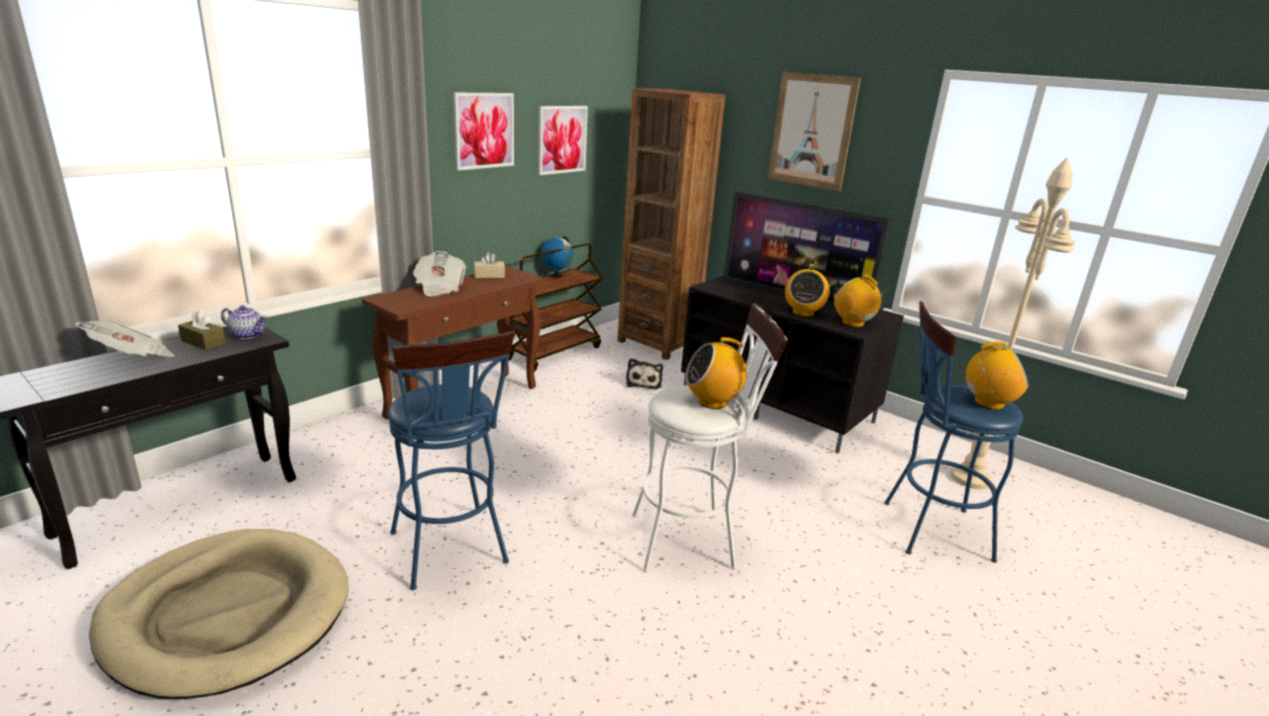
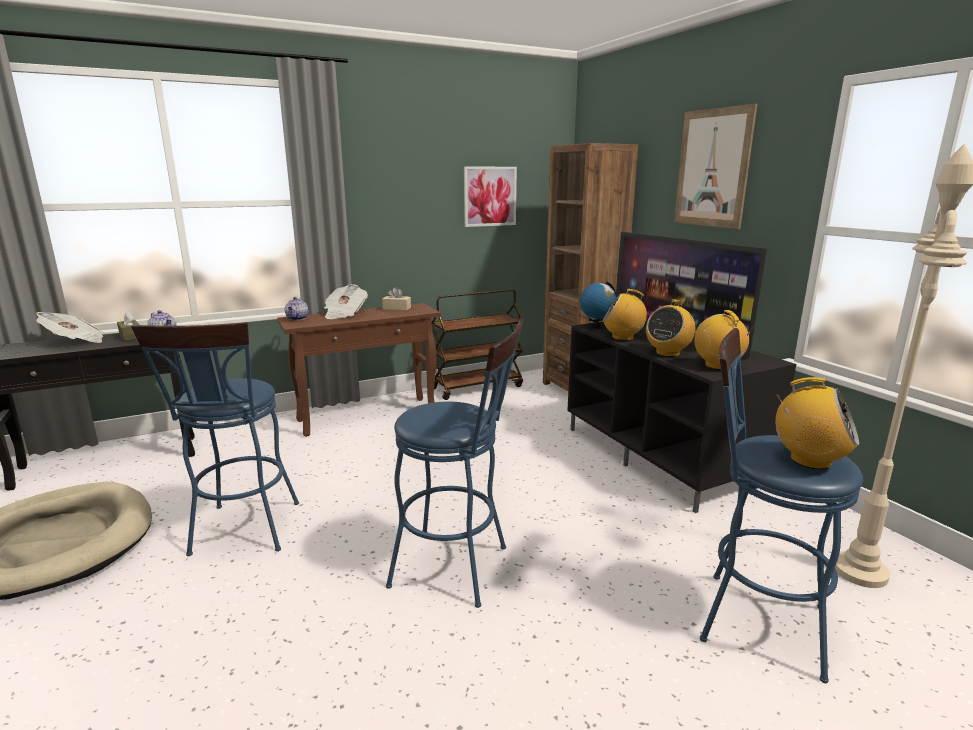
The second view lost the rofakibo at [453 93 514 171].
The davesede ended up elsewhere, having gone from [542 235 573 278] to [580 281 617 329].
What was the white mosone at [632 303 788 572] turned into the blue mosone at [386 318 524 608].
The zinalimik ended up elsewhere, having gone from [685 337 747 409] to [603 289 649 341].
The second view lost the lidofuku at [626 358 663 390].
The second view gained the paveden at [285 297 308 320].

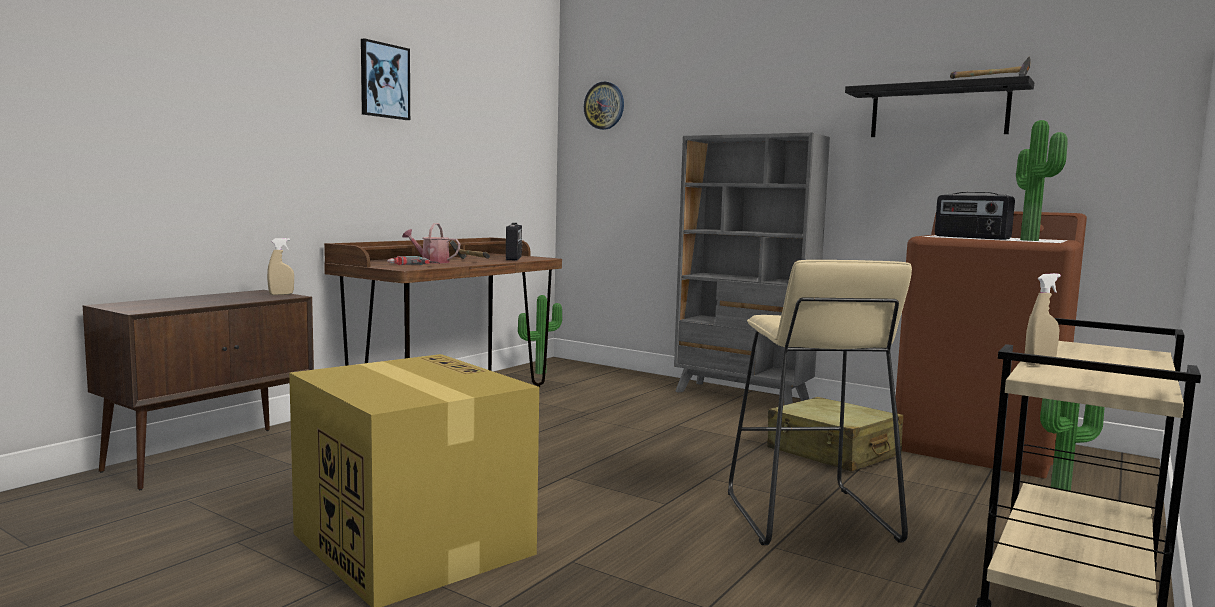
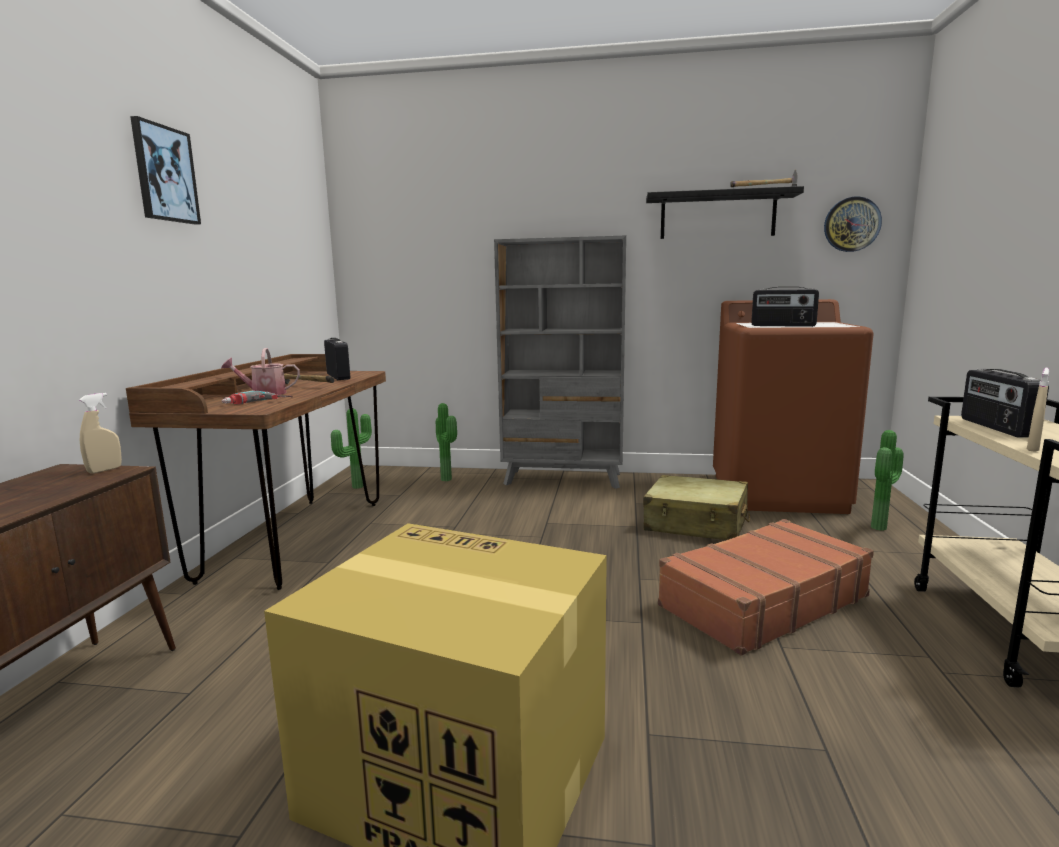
The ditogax ended up elsewhere, having gone from [584 82 624 130] to [824 196 882 252].
The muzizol ended up elsewhere, having gone from [1016 120 1068 241] to [436 403 457 481].
Where the beige mosone stood at [728 260 912 545], the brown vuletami came to stand at [658 519 874 655].
The second view gained the zinalimik at [961 369 1049 437].

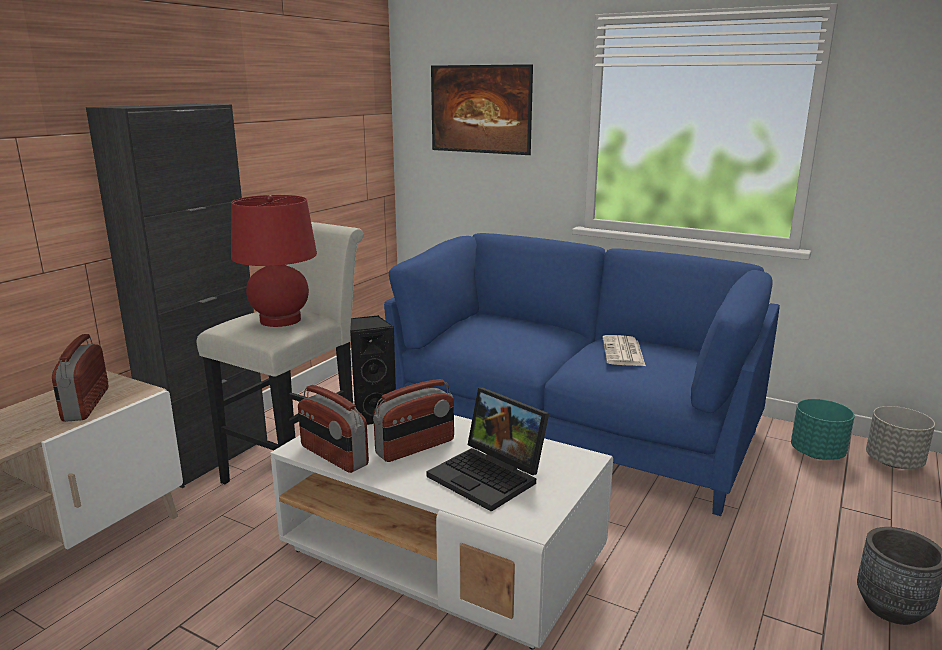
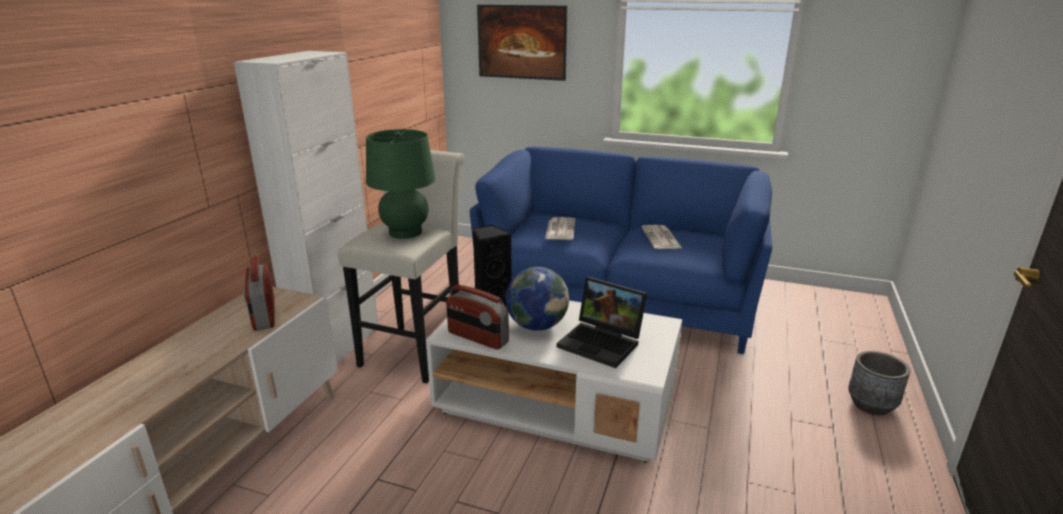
What was the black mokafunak at [86 104 267 488] turned into the white mokafunak at [234 51 378 363].
What was the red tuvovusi at [231 195 317 327] turned into the green tuvovusi at [366 129 435 239].
Where the zinalimik stood at [373 379 454 462], the davesede came to stand at [506 267 569 331].
The second view lost the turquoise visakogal at [791 399 855 460].
The second view lost the grey visakogal at [866 406 935 469].
The second view gained the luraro at [545 217 575 240].

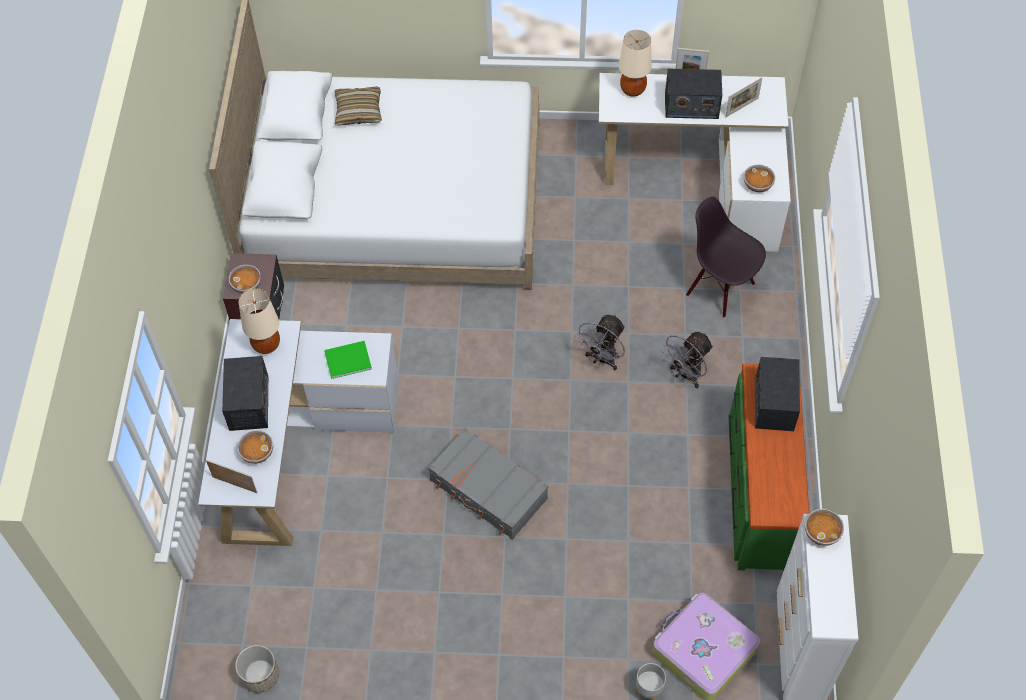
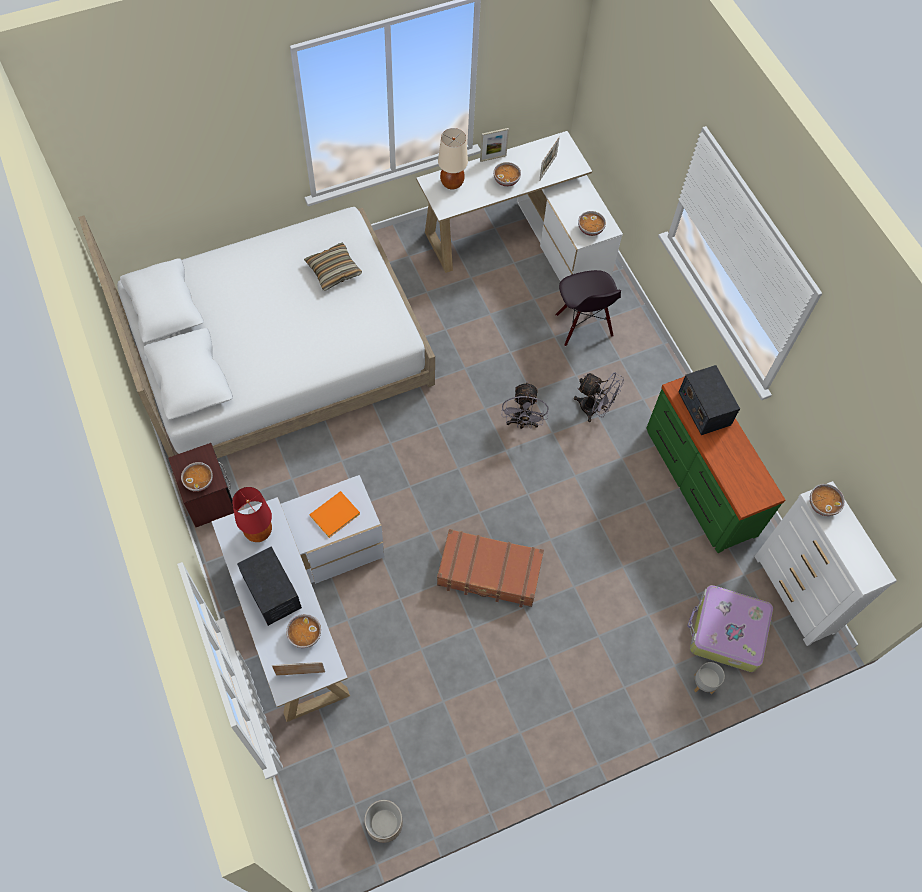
Where the zinalimik stood at [665 69 722 119], the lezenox came to stand at [494 162 521 187].
The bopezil ended up elsewhere, having gone from [334 87 382 126] to [304 243 362 291].
The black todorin at [686 197 766 318] ended up facing another way, 120 degrees counterclockwise from before.
What was the beige tuvovusi at [239 288 280 354] turned into the red tuvovusi at [232 487 272 542].
The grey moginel at [659 332 714 388] ended up facing another way, 75 degrees counterclockwise from before.
What was the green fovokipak at [324 341 372 379] turned into the orange fovokipak at [309 491 360 538].
What was the grey vuletami at [428 428 548 539] turned into the brown vuletami at [437 529 544 608].

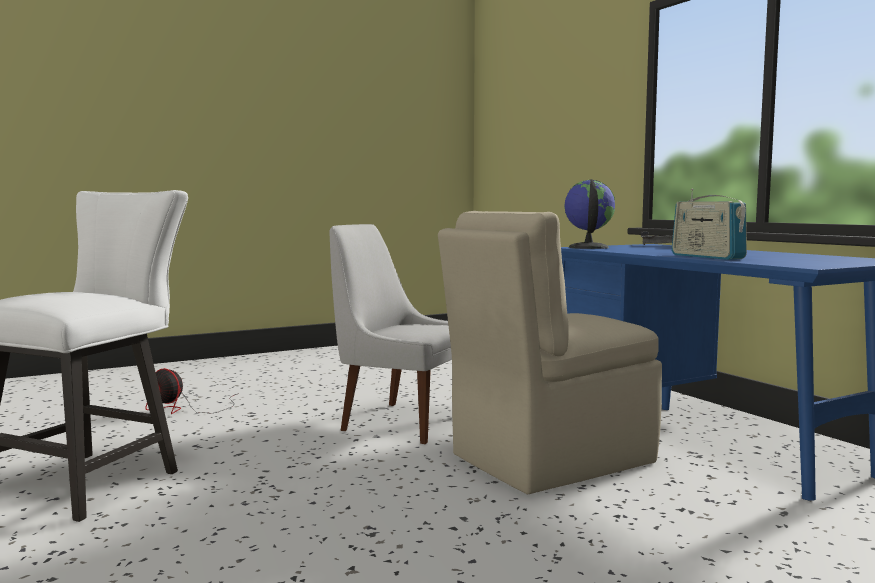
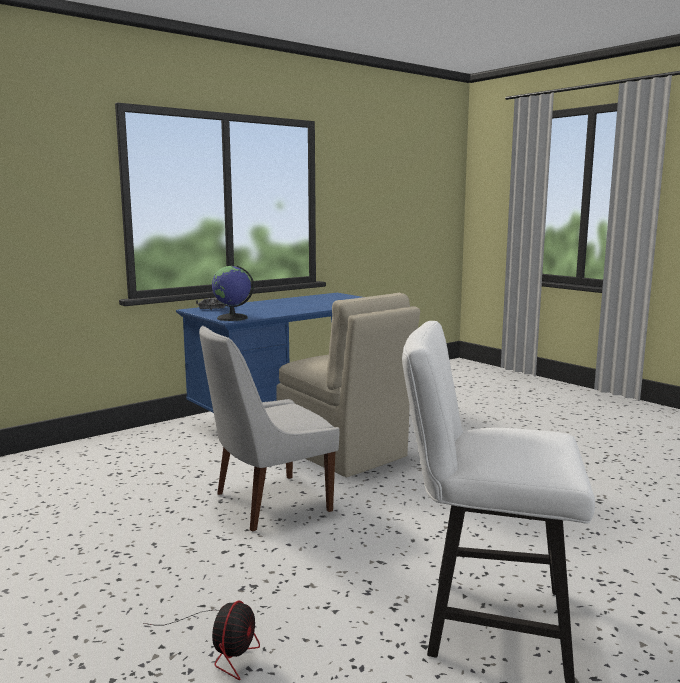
The second view lost the zinalimik at [672 189 747 260].
The white todorin at [329 224 452 444] ended up facing another way, 45 degrees clockwise from before.

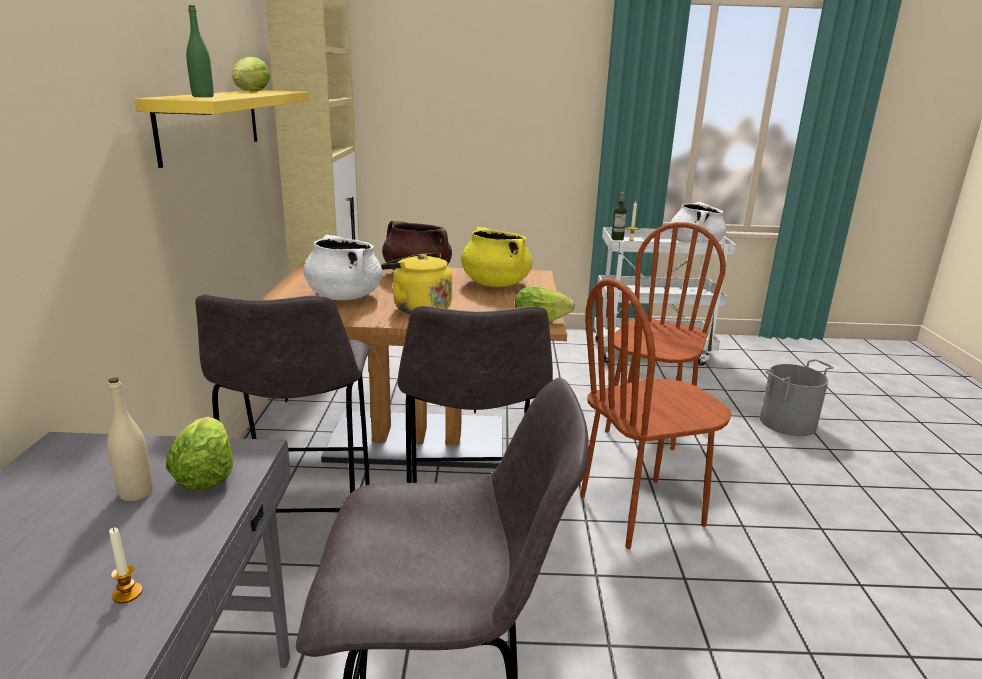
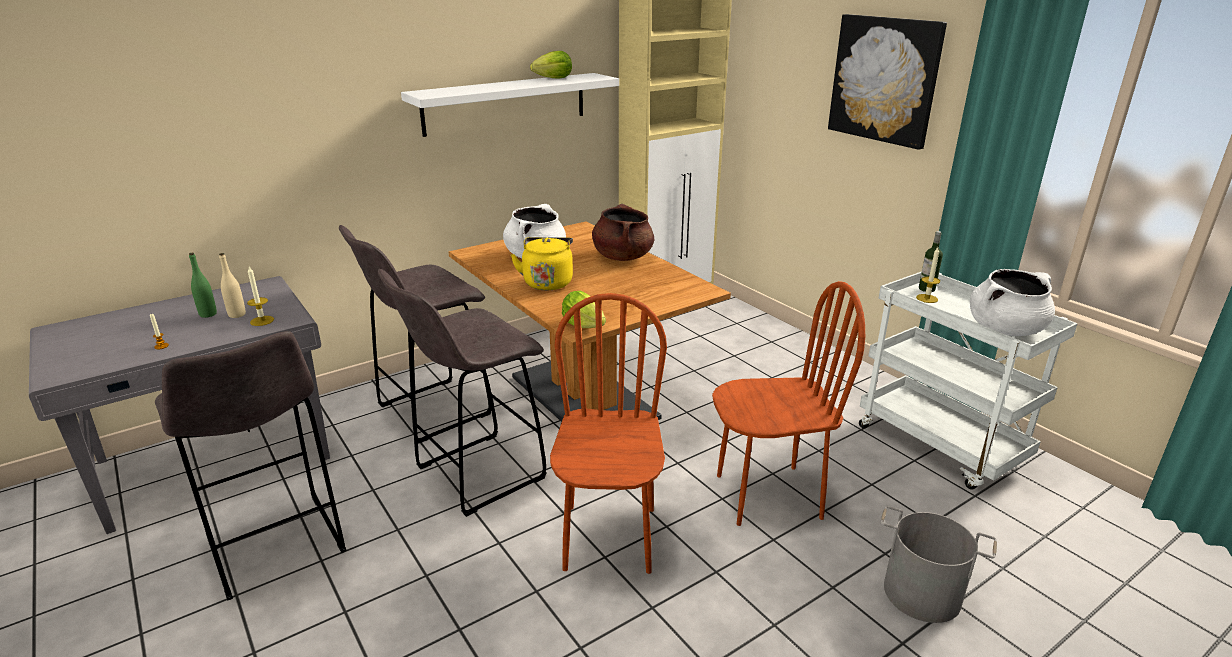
The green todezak ended up elsewhere, having gone from [186 5 214 97] to [189 253 217 318].
What was the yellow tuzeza at [135 90 310 168] turned into the white tuzeza at [401 73 619 137].
The second view lost the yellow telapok at [461 227 532 287].
The brown todorin at [580 278 732 549] ended up facing another way, 60 degrees clockwise from before.
Where the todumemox stood at [166 417 233 491], the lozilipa came to stand at [247 267 274 326].
The second view gained the rofakibo at [828 14 947 150].

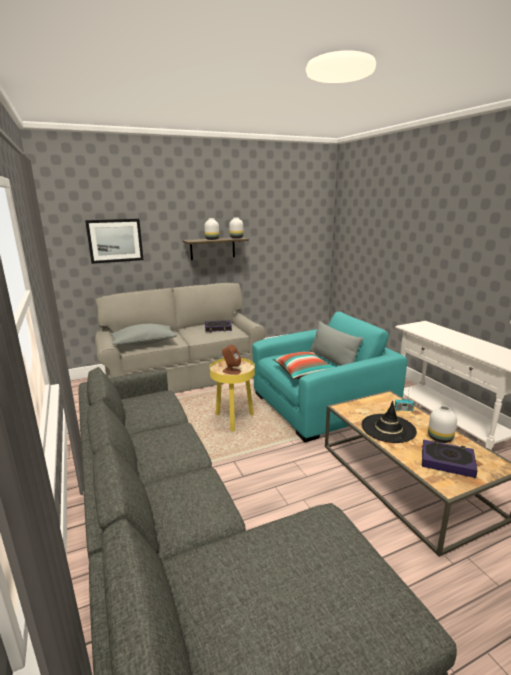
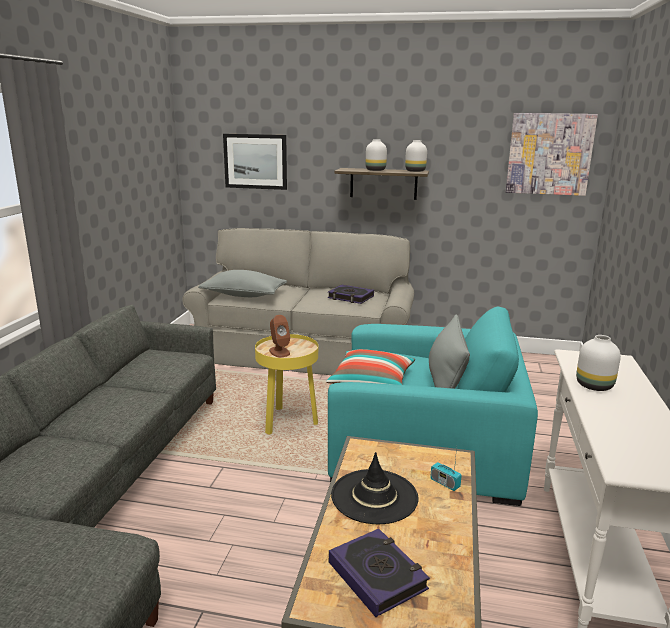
The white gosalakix ended up elsewhere, having gone from [428 406 457 443] to [576 335 621 391].
The second view gained the rofakibo at [506 113 598 196].

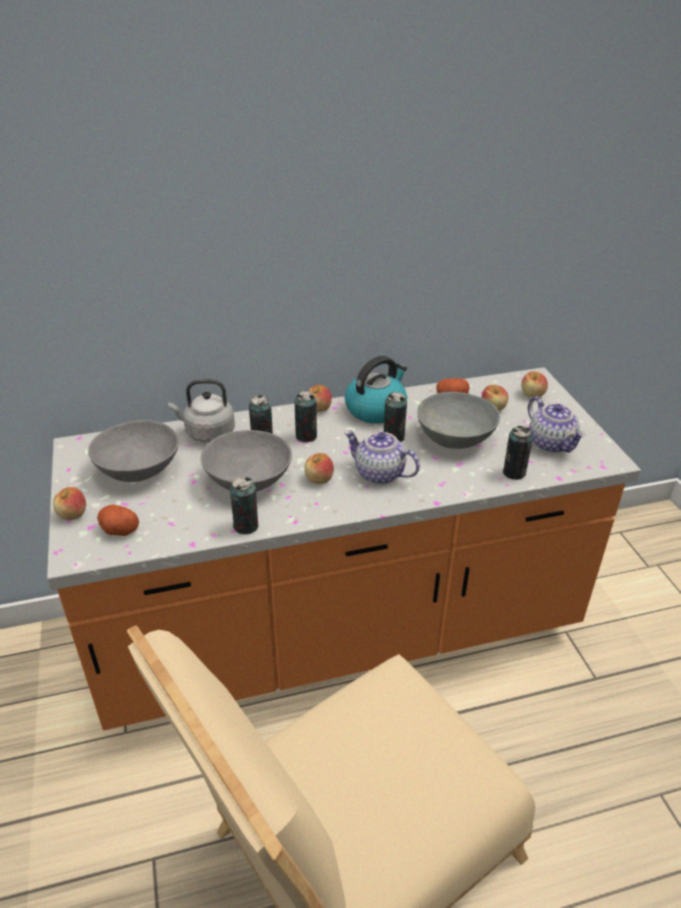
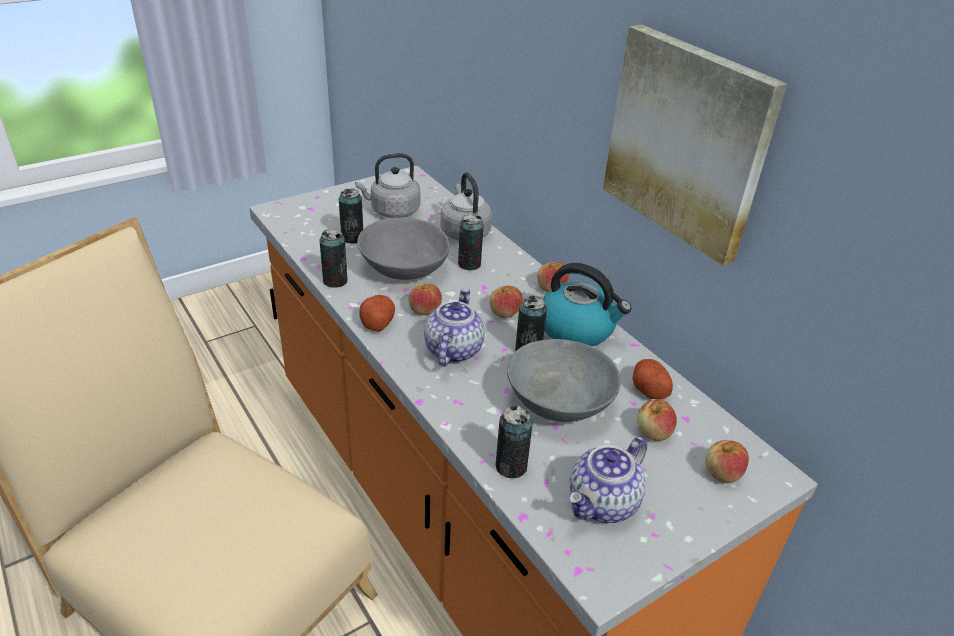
The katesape ended up elsewhere, having gone from [295 391 317 442] to [339 189 363 244].
Where the grey lezenox stood at [88 420 179 482], the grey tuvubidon came to stand at [355 153 420 218].
The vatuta ended up elsewhere, having gone from [53 487 86 520] to [490 286 523 318].
The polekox ended up elsewhere, having gone from [97 505 139 536] to [359 295 395 332].
The second view gained the rofakibo at [603 24 787 266].

